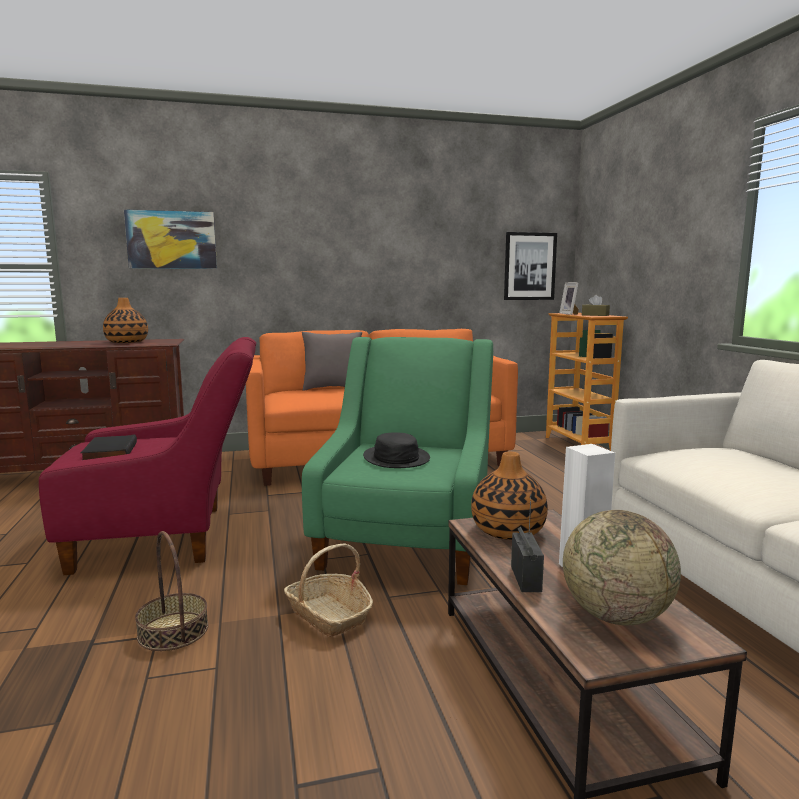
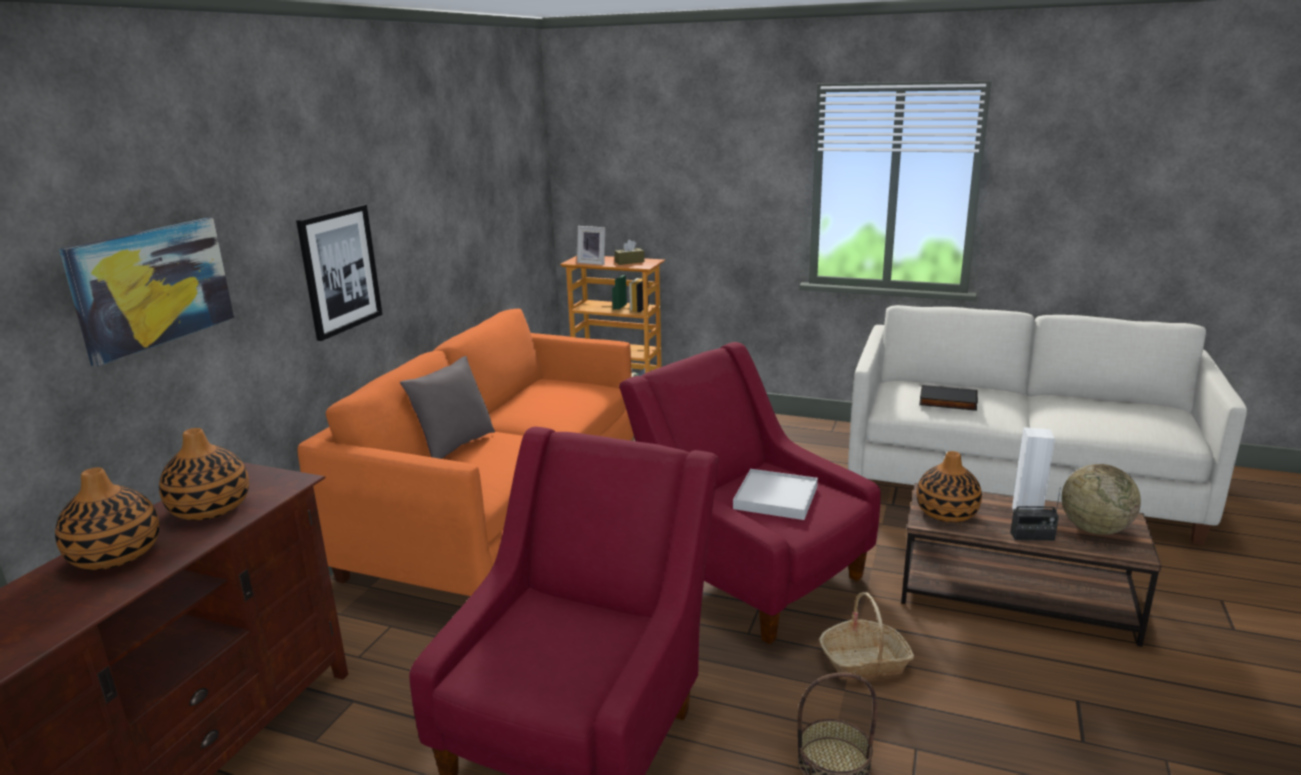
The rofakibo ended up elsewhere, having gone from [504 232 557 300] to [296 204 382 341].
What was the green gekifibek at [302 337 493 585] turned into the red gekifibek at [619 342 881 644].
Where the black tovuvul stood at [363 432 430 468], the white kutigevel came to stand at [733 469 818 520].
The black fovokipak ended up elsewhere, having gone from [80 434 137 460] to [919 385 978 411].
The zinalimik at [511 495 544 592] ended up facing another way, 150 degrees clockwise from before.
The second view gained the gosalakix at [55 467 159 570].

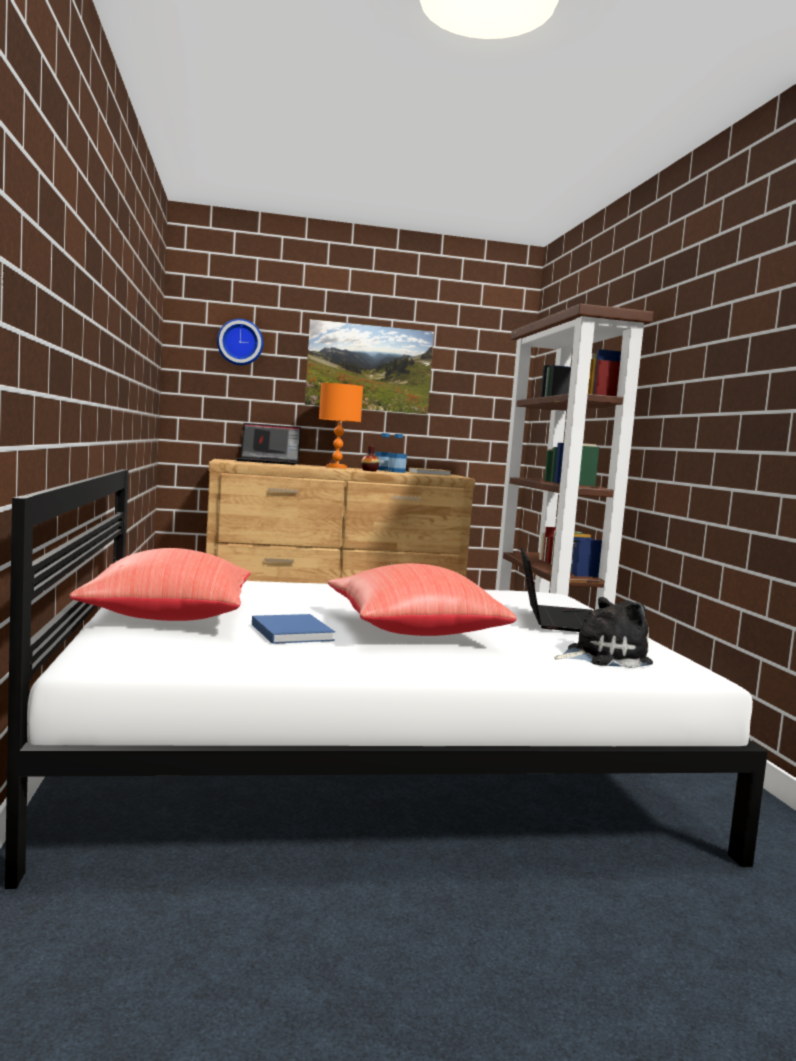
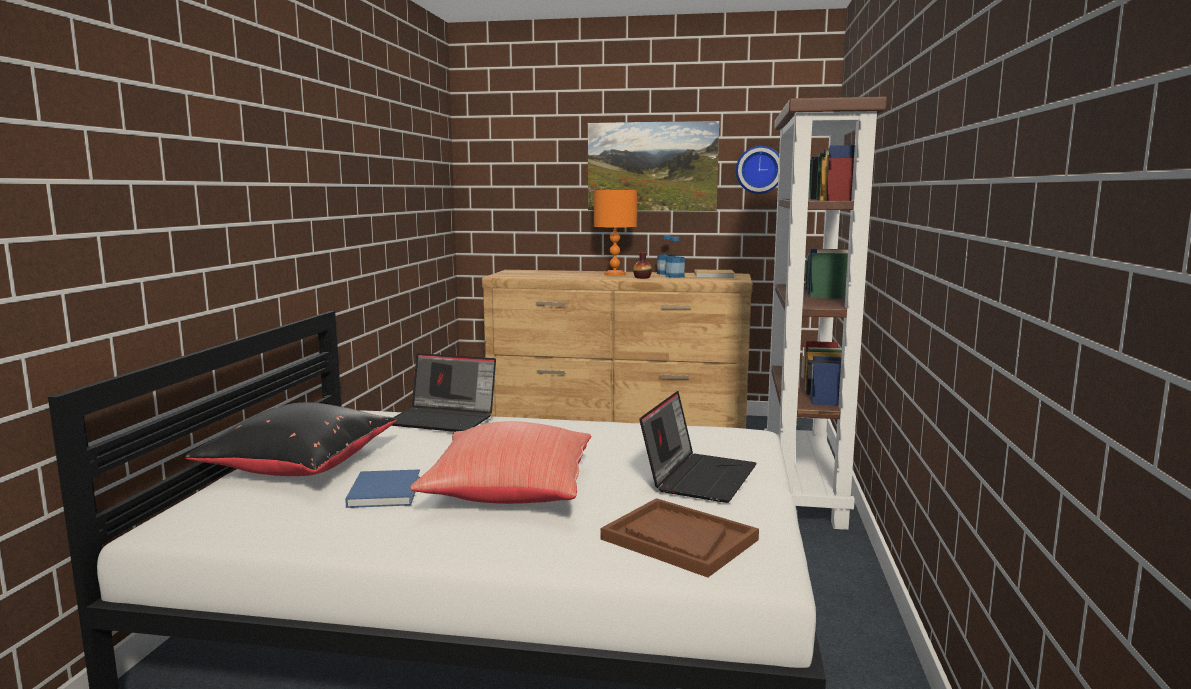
The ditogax ended up elsewhere, having gone from [217 319 263 365] to [736 146 779 194].
The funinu ended up elsewhere, having gone from [236 423 301 465] to [391 353 496 432].
What was the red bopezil at [69 548 251 621] turned into the black bopezil at [185 402 397 476].
Where the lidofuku stood at [554 597 653 668], the brown kutigevel came to stand at [601 498 759 577].

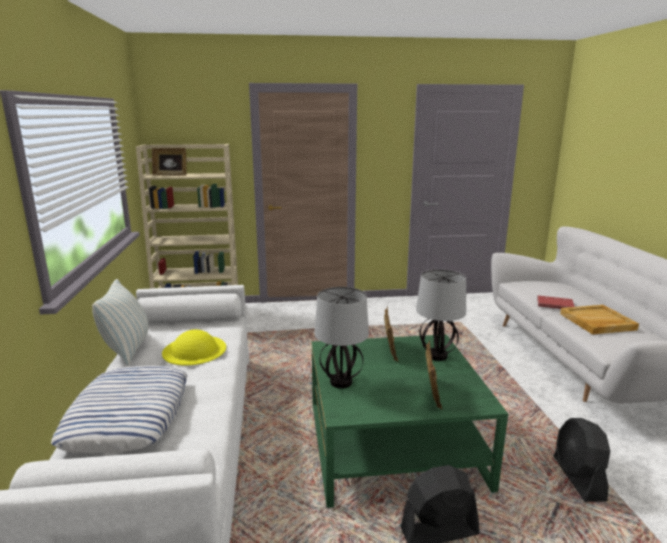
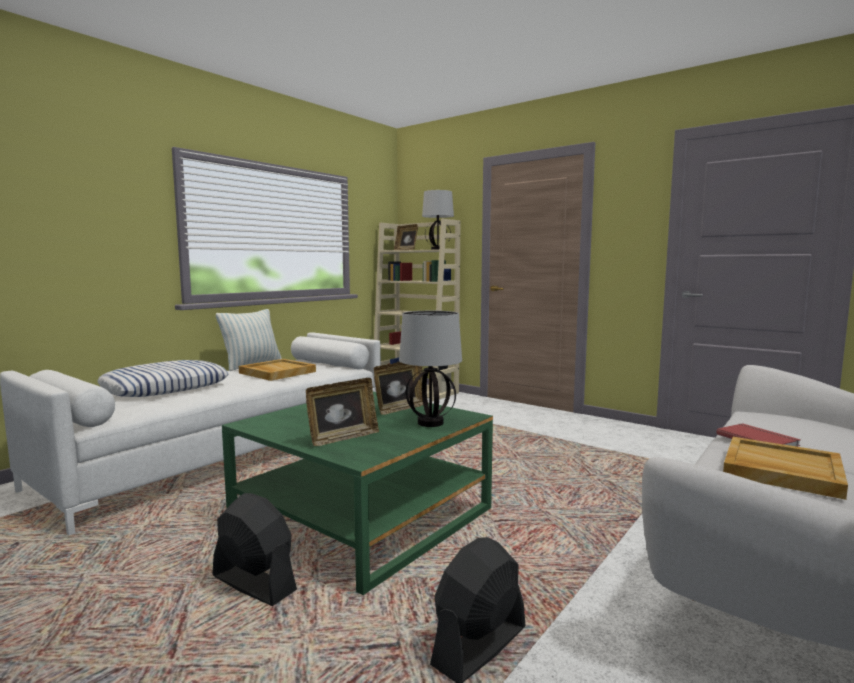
The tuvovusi ended up elsewhere, having gone from [314 287 369 388] to [422 190 454 250].
Where the yellow tovuvul stood at [162 329 226 365], the beige kutigevel came to stand at [239 359 316 381].

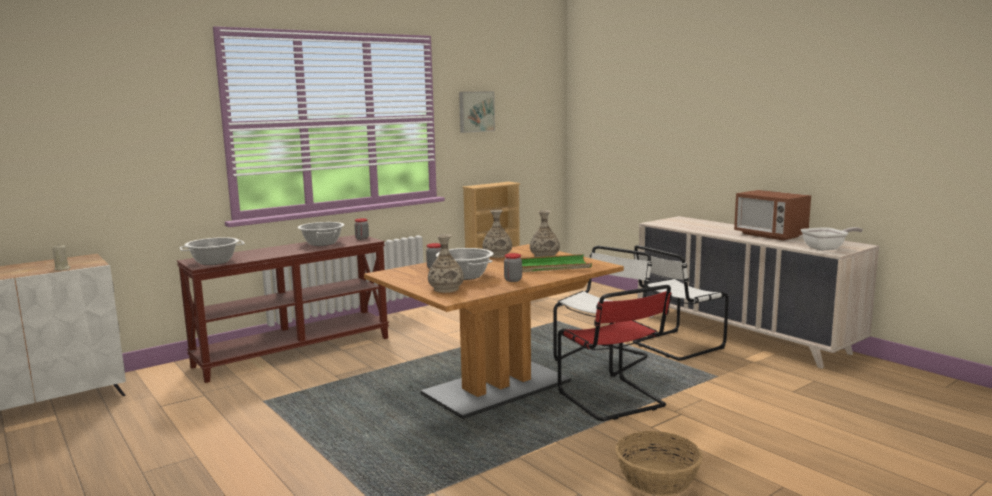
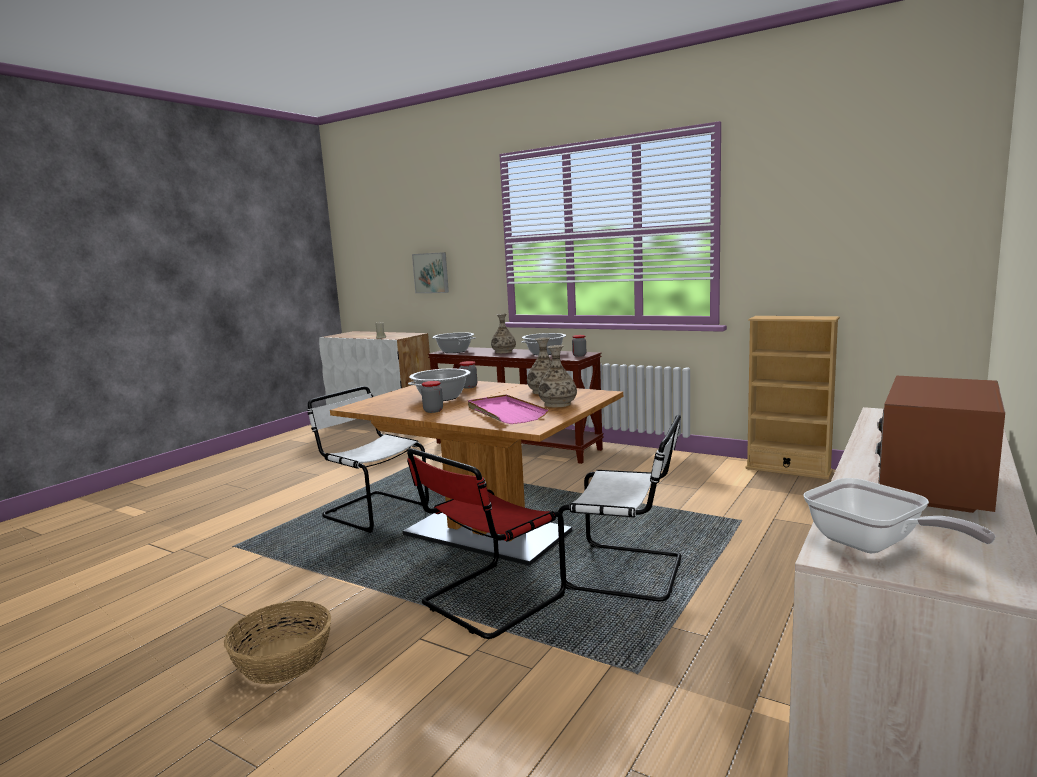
The rofakibo ended up elsewhere, having gone from [459 91 495 133] to [412 252 449 293].
The gosalakix ended up elsewhere, having gone from [428 234 464 293] to [491 314 516 353].
The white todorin ended up elsewhere, having gone from [633 245 729 361] to [307 386 429 533].
What was the green kutigevel at [521 254 592 272] turned into the pink kutigevel at [468 394 549 424].

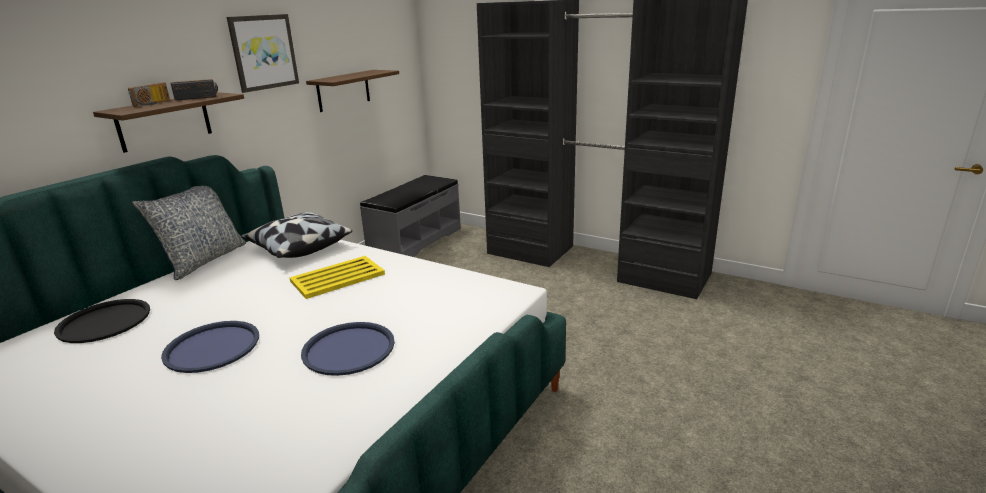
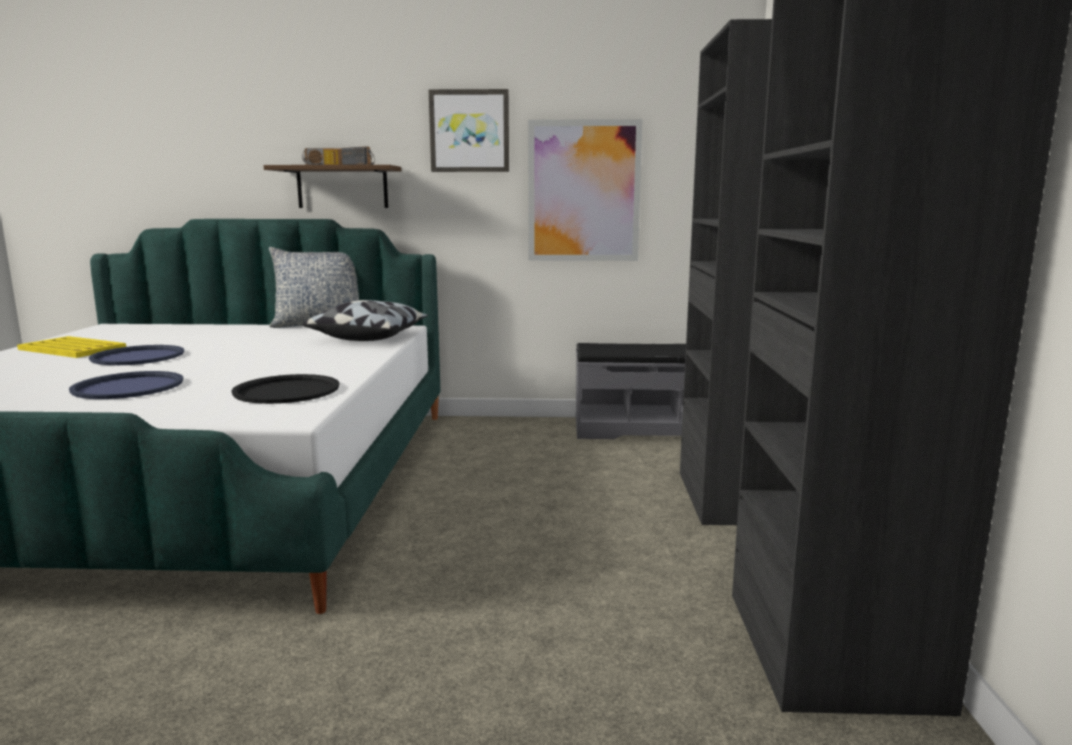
Where the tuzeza hung at [306 70 399 112], the rofakibo came to hang at [528 119 643 261].
The yellow kutigevel ended up elsewhere, having gone from [289 256 385 299] to [17 336 126 358].
The black kutigevel ended up elsewhere, having gone from [54 299 150 343] to [231 374 340 404].

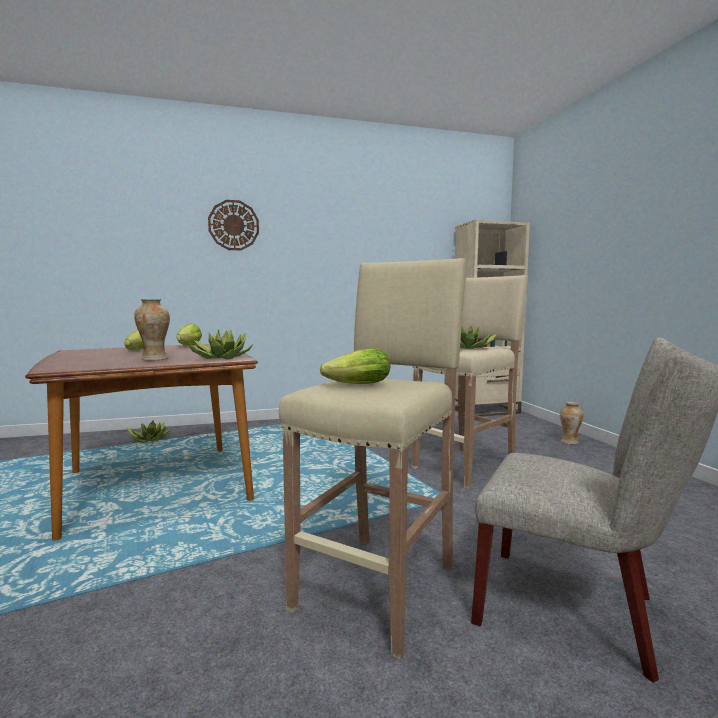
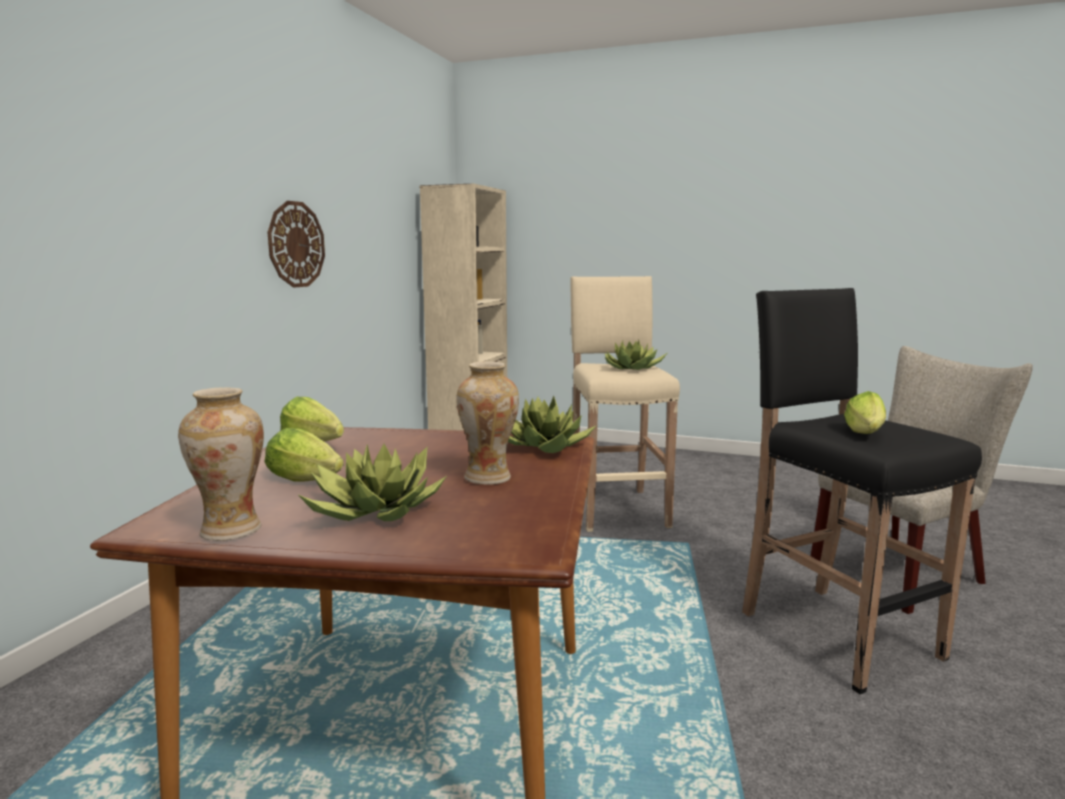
The ditogax ended up elsewhere, having gone from [208 200 259 250] to [267 201 325 288].
What was the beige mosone at [279 258 467 659] turned into the black mosone at [742 288 982 694].
The gosalakix ended up elsewhere, having gone from [560 402 584 444] to [178 387 264 541].
The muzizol ended up elsewhere, having gone from [127 420 171 443] to [297 444 447 521].

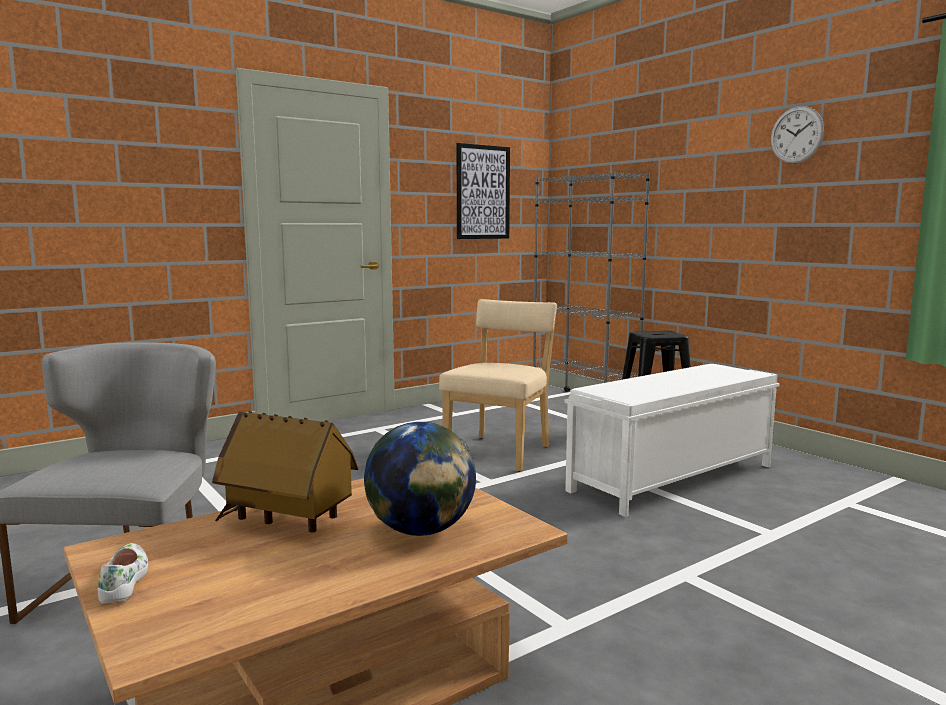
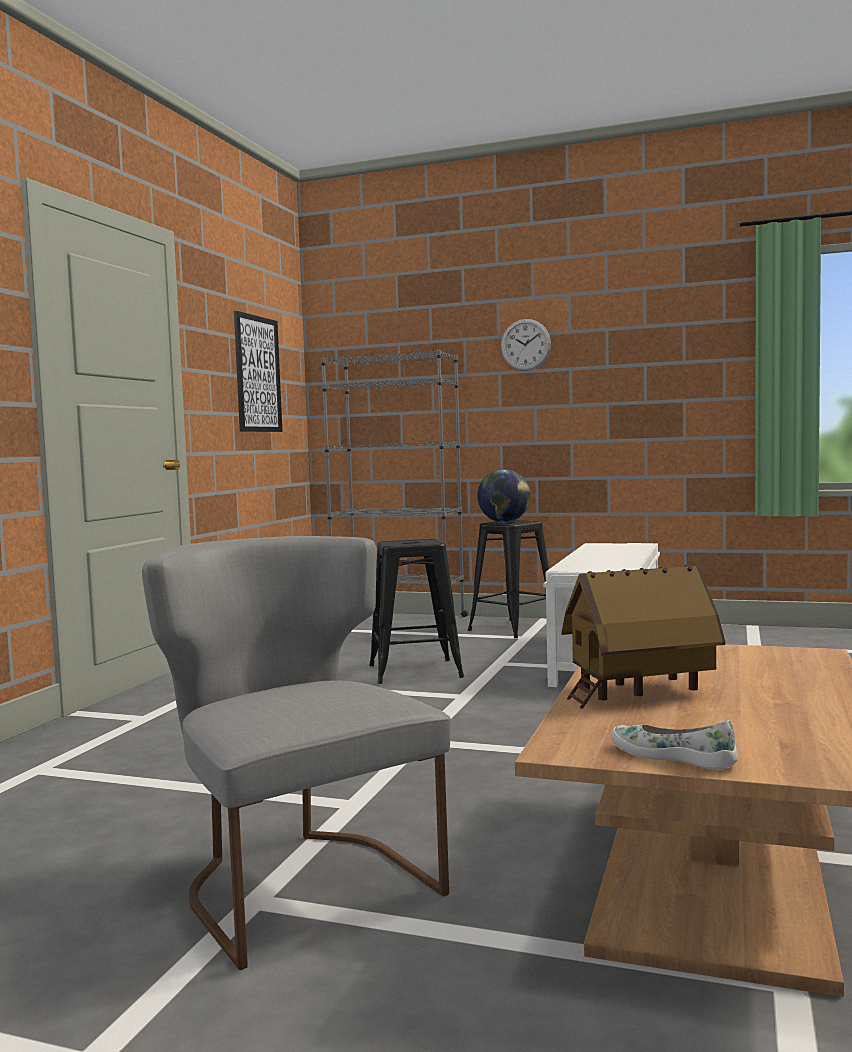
The ditogax ended up elsewhere, having gone from [771 106 824 164] to [501 319 551 371].
Where the beige todorin stood at [439 299 557 472], the black mosone came to stand at [369 539 464 684].
The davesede ended up elsewhere, having gone from [364 422 476 536] to [477 469 531 523].

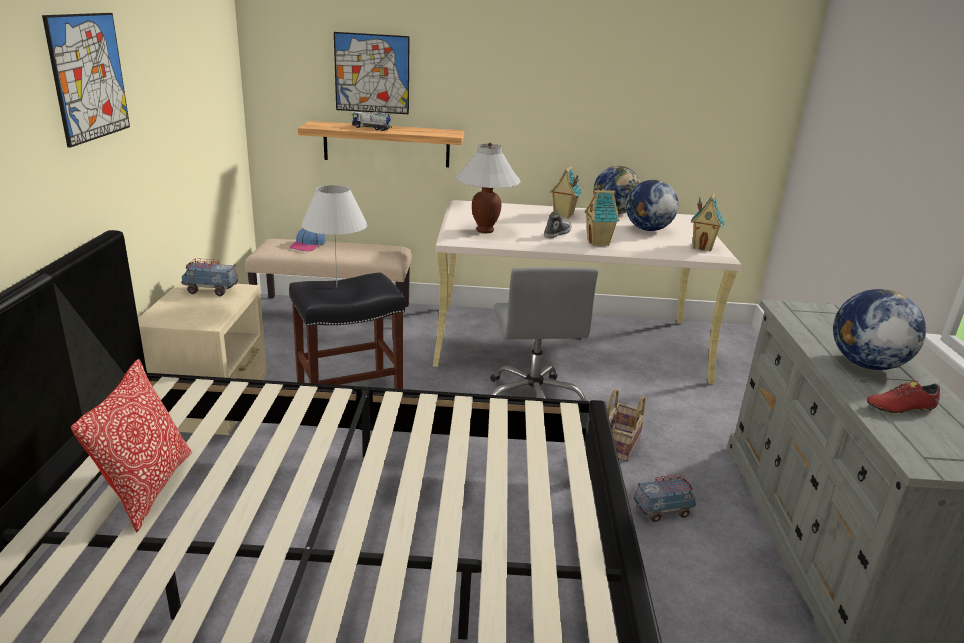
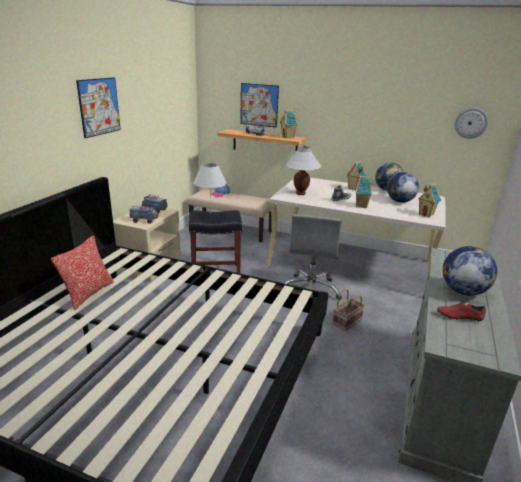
The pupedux ended up elsewhere, having gone from [634 474 696 522] to [129 204 158 224].
The second view gained the ditogax at [454 107 489 139].
The second view gained the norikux at [280 110 298 138].

